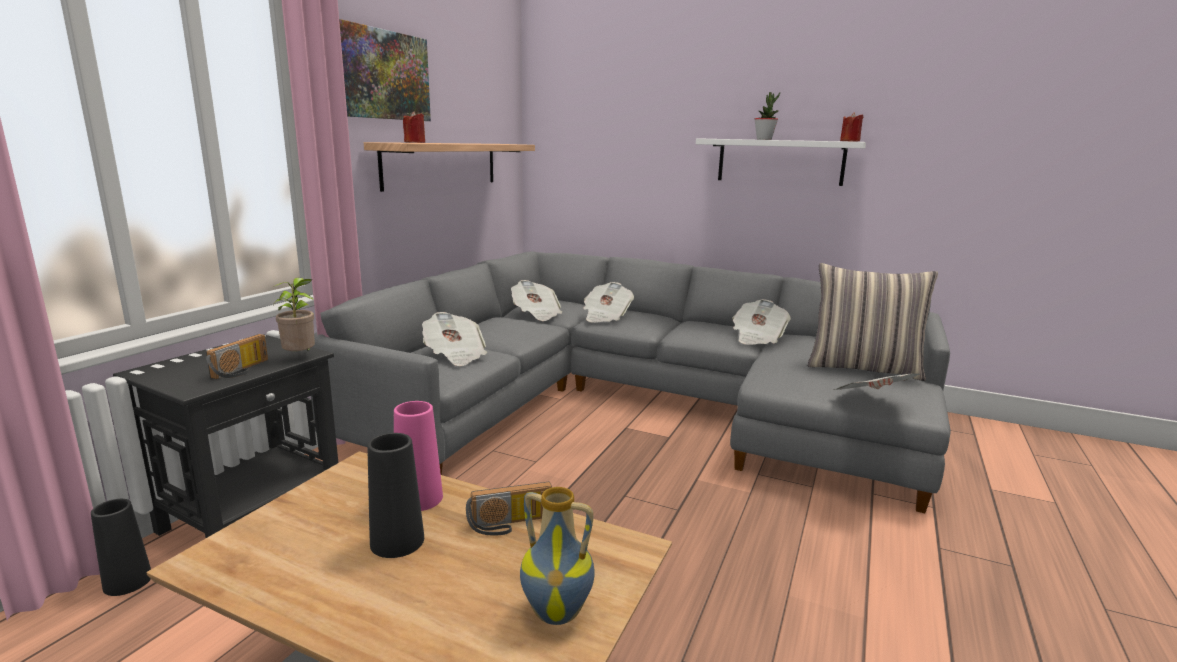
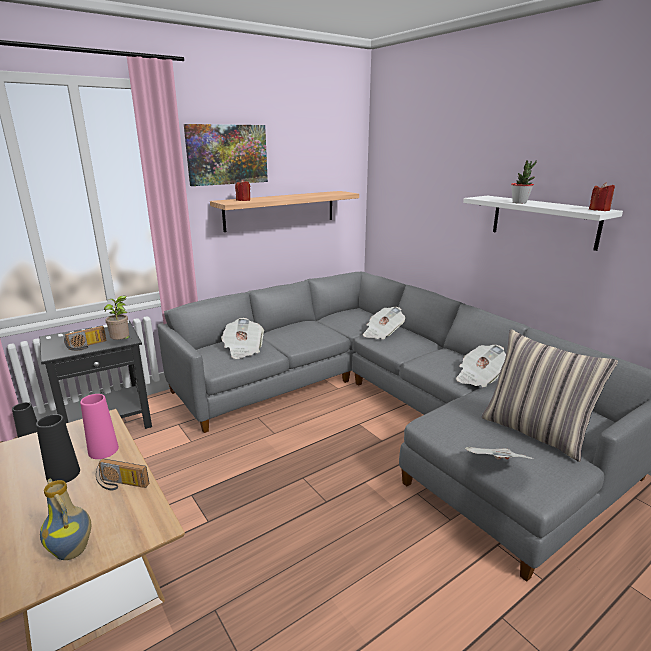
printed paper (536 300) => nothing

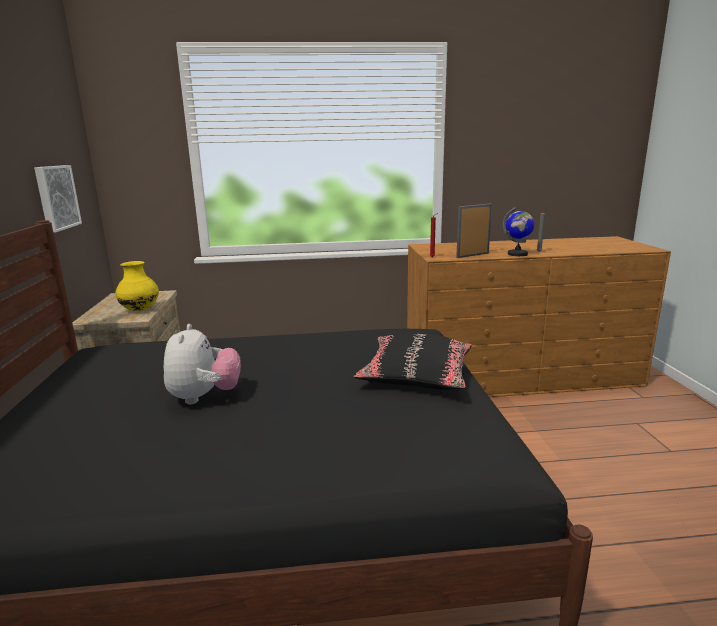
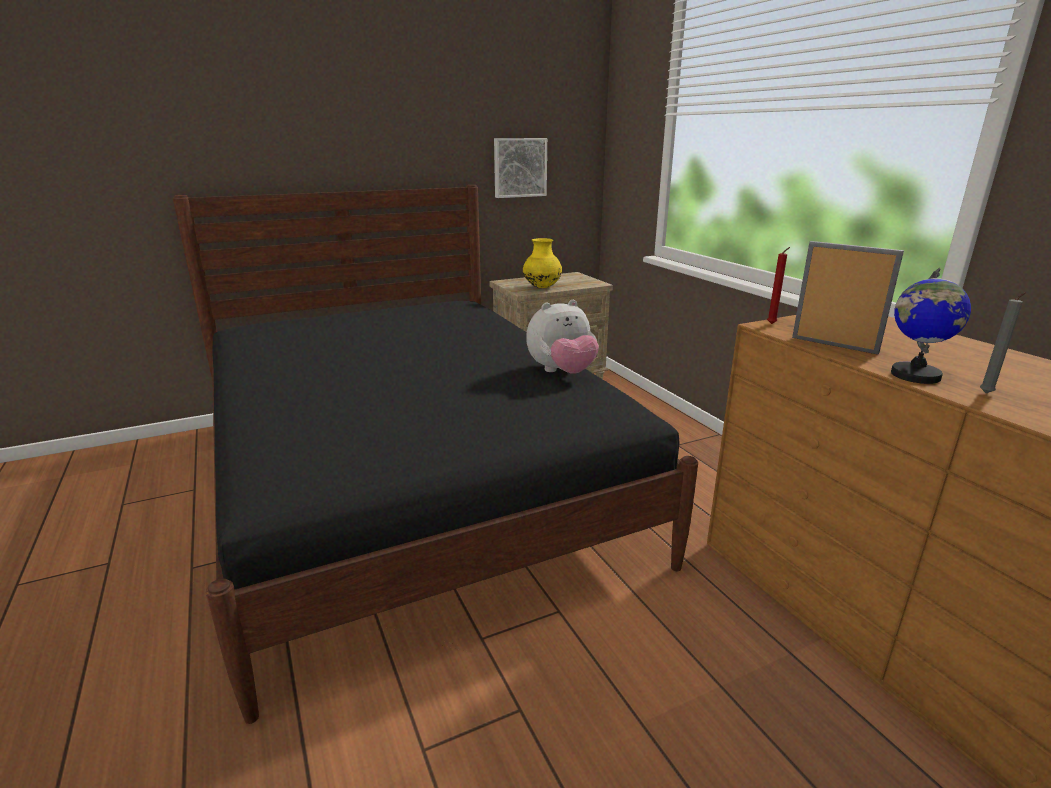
plush toy (202 364) => plush toy (562 337), moved
black-coloured cushion (412 362) => nothing

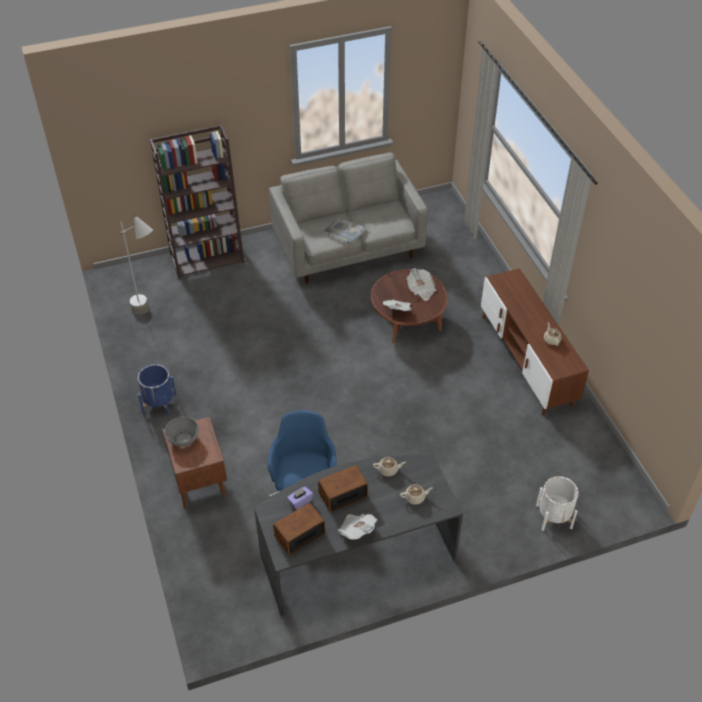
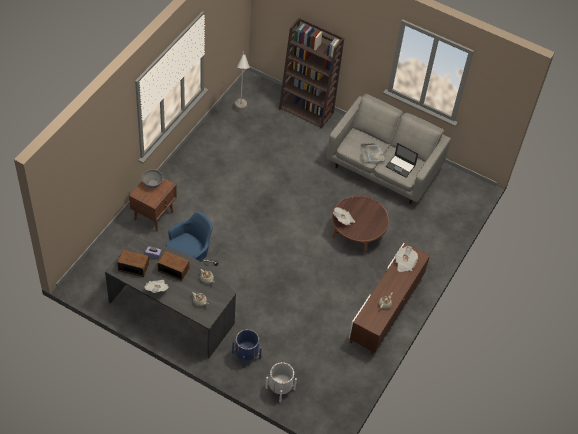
blue-coloured flower pot (157 390) => blue-coloured flower pot (247 348), moved
nothing => portable computer (401 160)
printed paper (421 284) => printed paper (406 259), moved

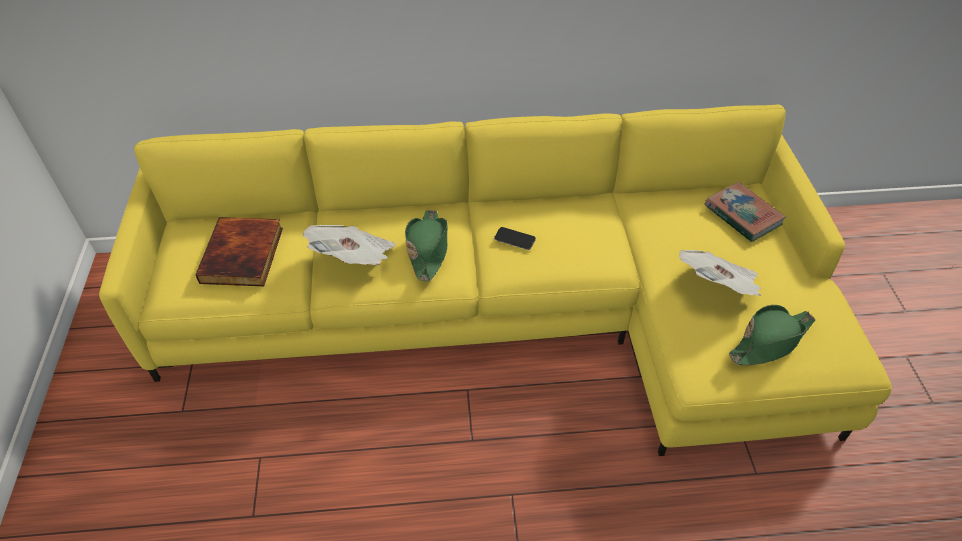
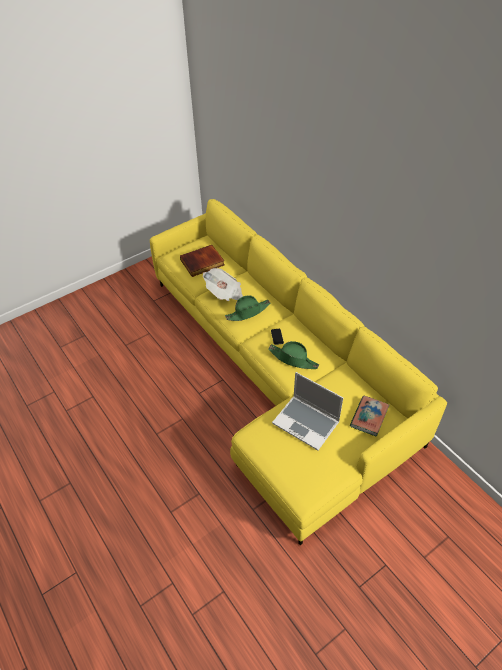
green wearable hat (772 335) => green wearable hat (294 355), moved
printed paper (720 273) => portable computer (307 411)

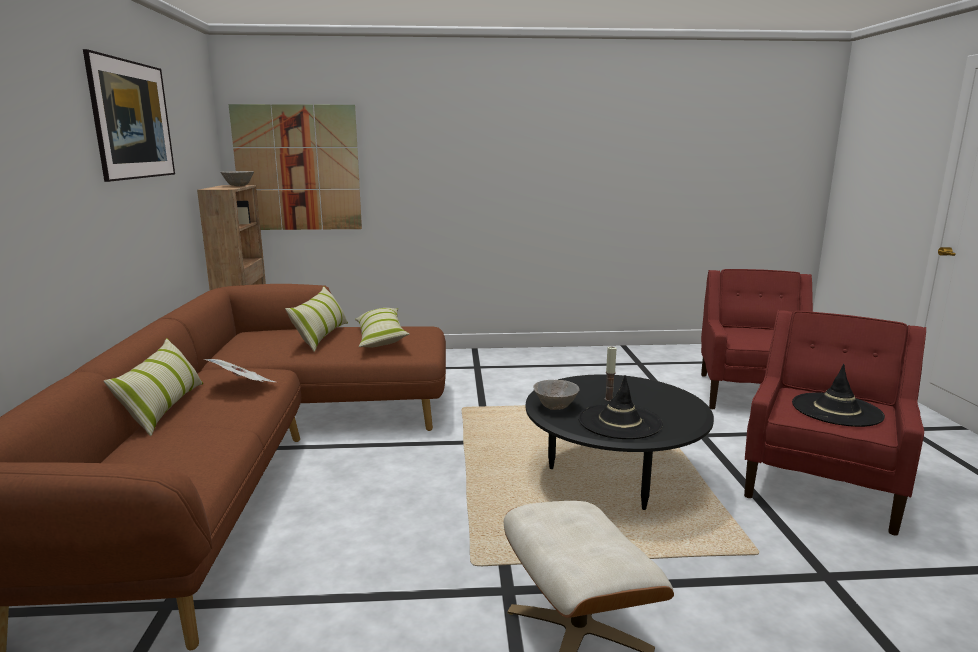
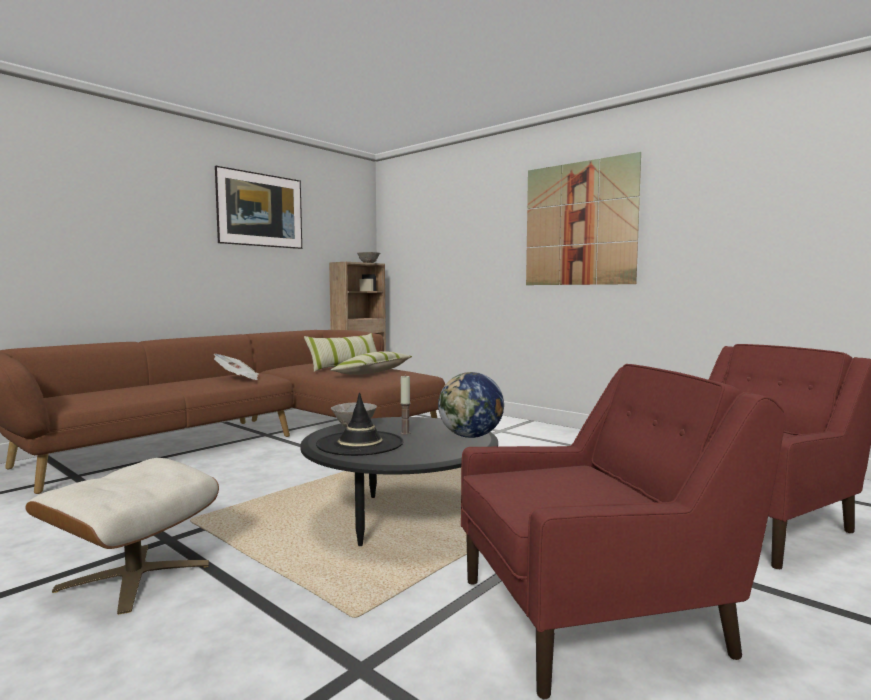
nothing => globe (471 405)
picture (295 167) => picture (583 218), moved
cushion (153 387) => nothing
black-coloured wearable hat (838 395) => nothing

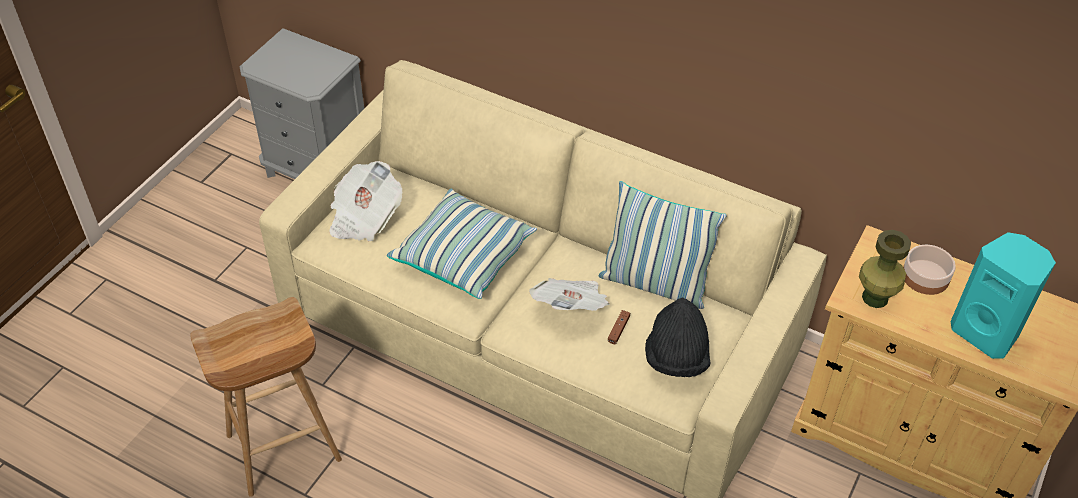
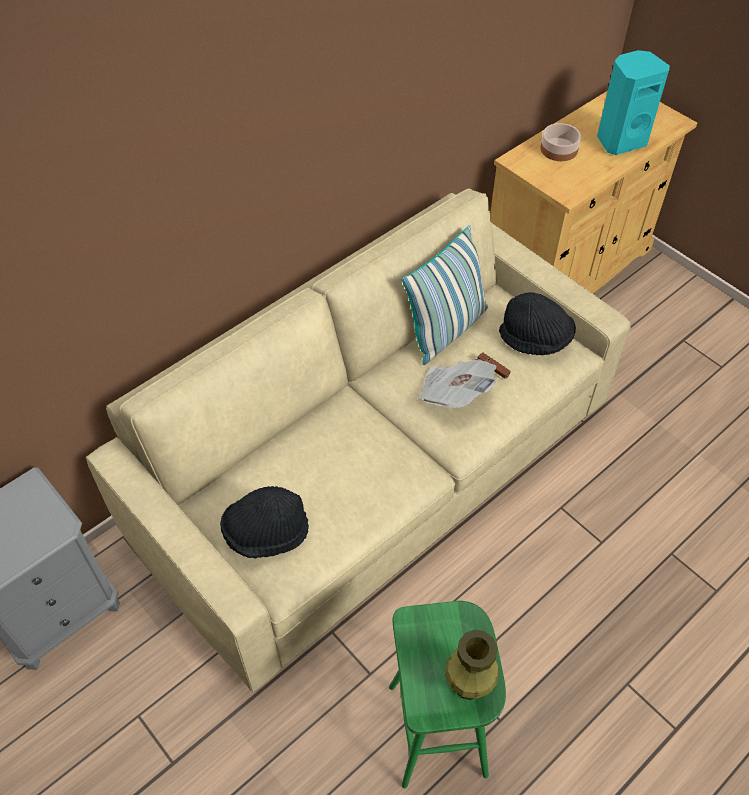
printed paper (365 201) => black-coloured wearable hat (264 522)
brownish sitting stool (266 397) => green sitting stool (447 694)
green vase (885 269) => green vase (472 665), moved
cushion (462 244) => nothing

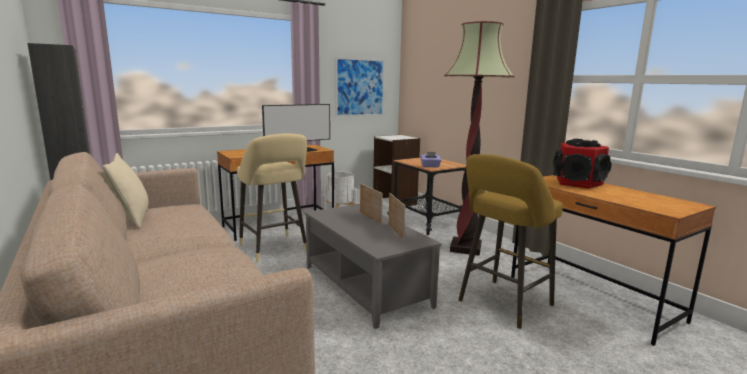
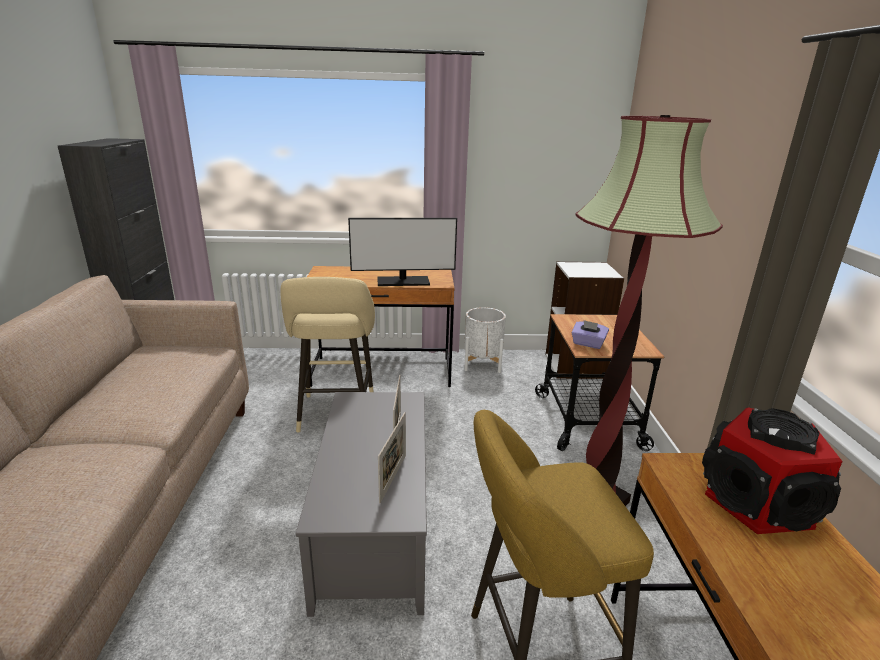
beige cushion (126 190) => nothing
picture (360 87) => nothing

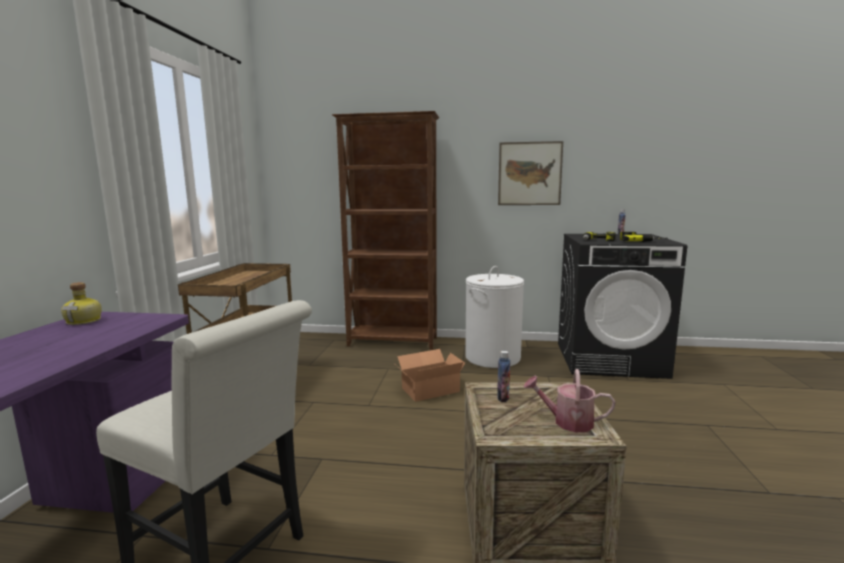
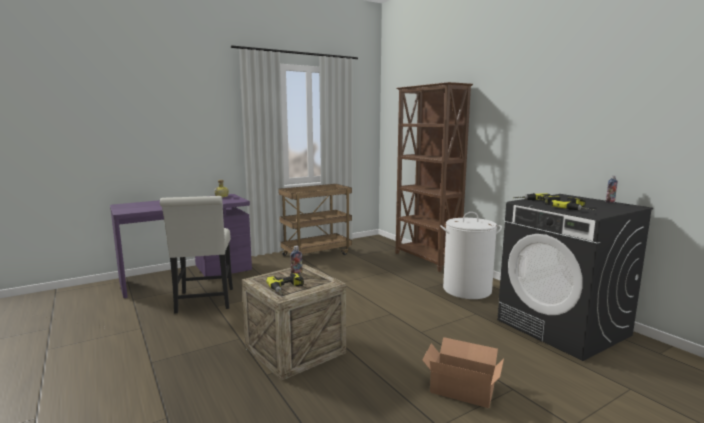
watering pot (569 400) => drill (285 284)
cardboard box (430 375) => cardboard box (463 372), moved
picture (530 173) => nothing

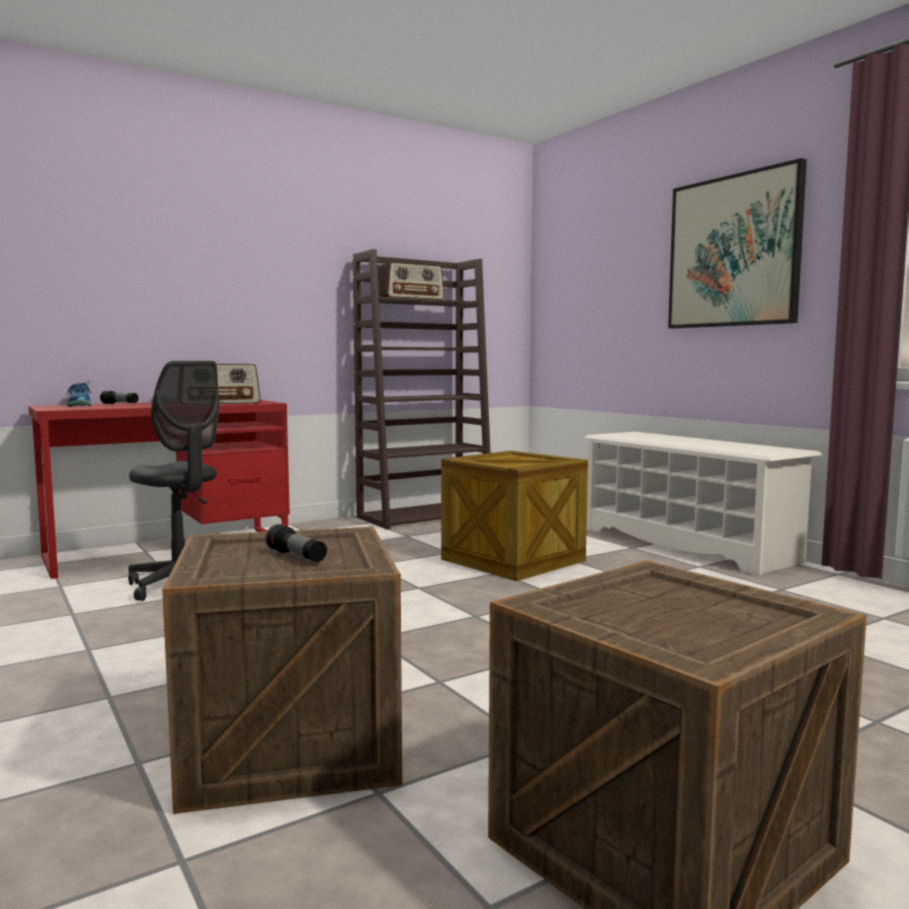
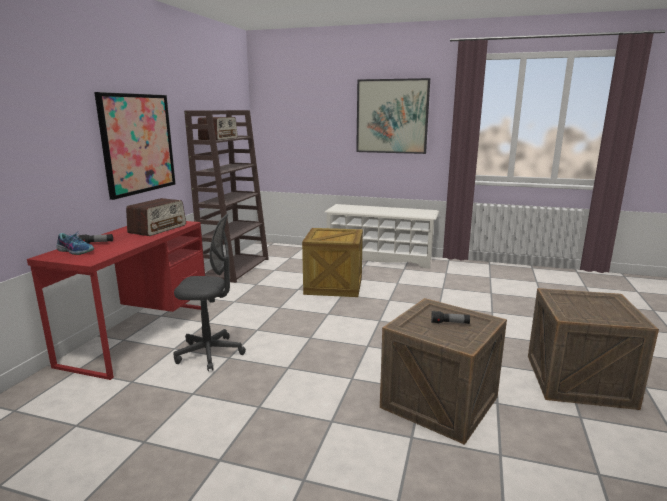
nothing => picture (134 146)

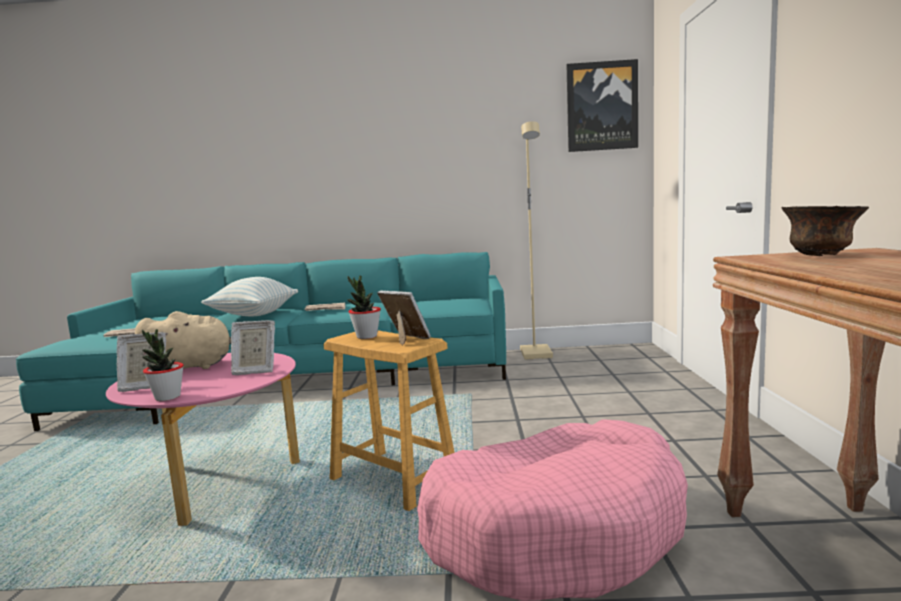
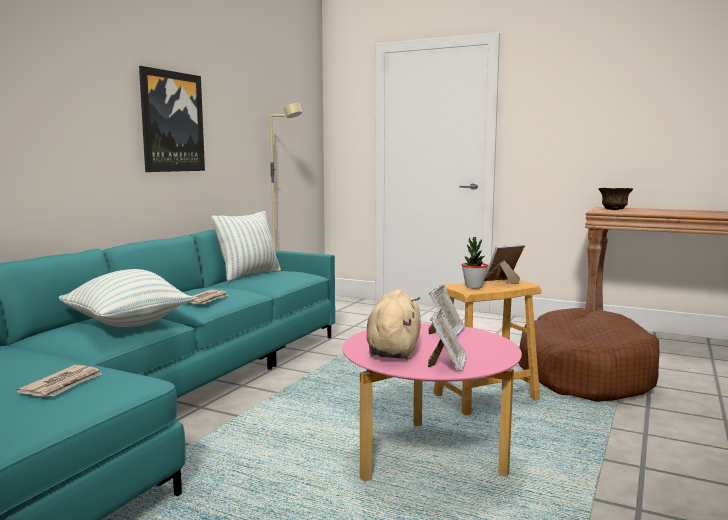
picture (602 105) => picture (172 119), moved
nothing => cushion (246 246)
pinkish pet bed (552 510) => brownish pet bed (588 355)
potted plant (163 365) => nothing

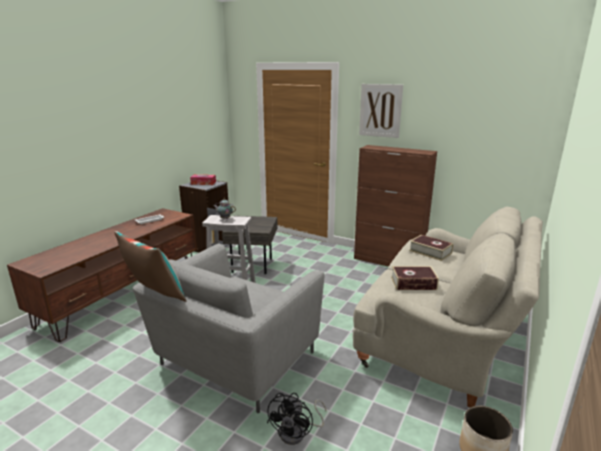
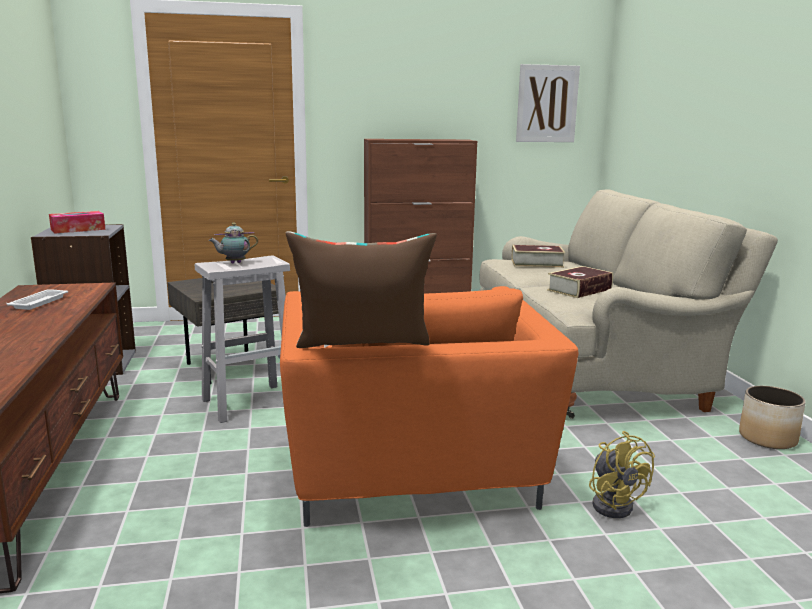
gray armchair (228 328) => orangey armchair (429 406)
picture (381 111) => picture (548 103), moved
black-coloured electric fan (296 419) => yellowish electric fan (622 474)

